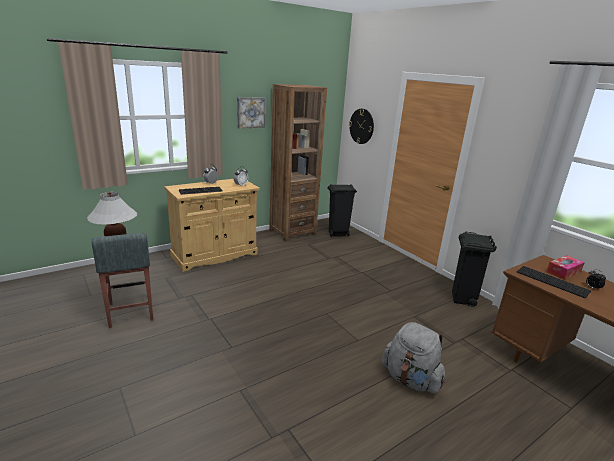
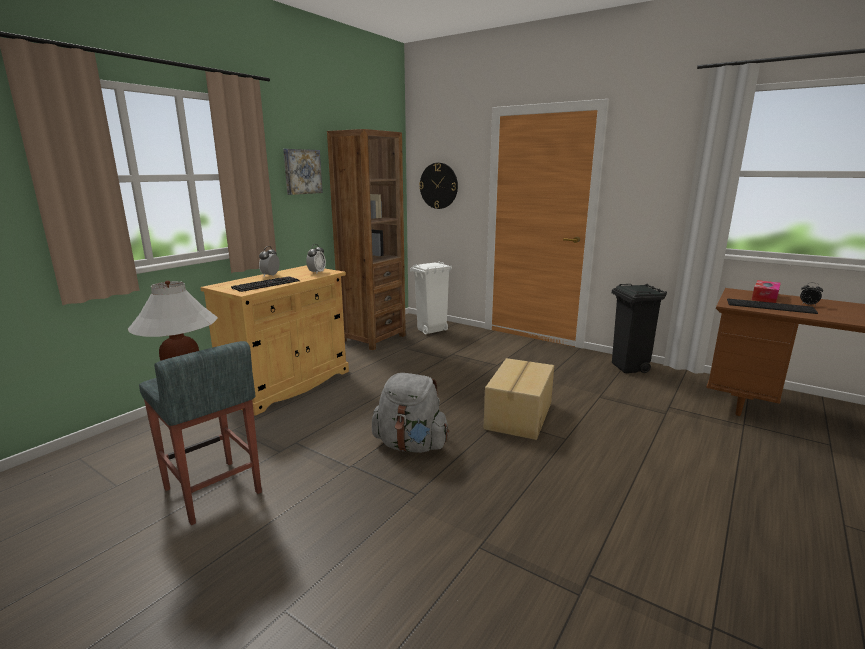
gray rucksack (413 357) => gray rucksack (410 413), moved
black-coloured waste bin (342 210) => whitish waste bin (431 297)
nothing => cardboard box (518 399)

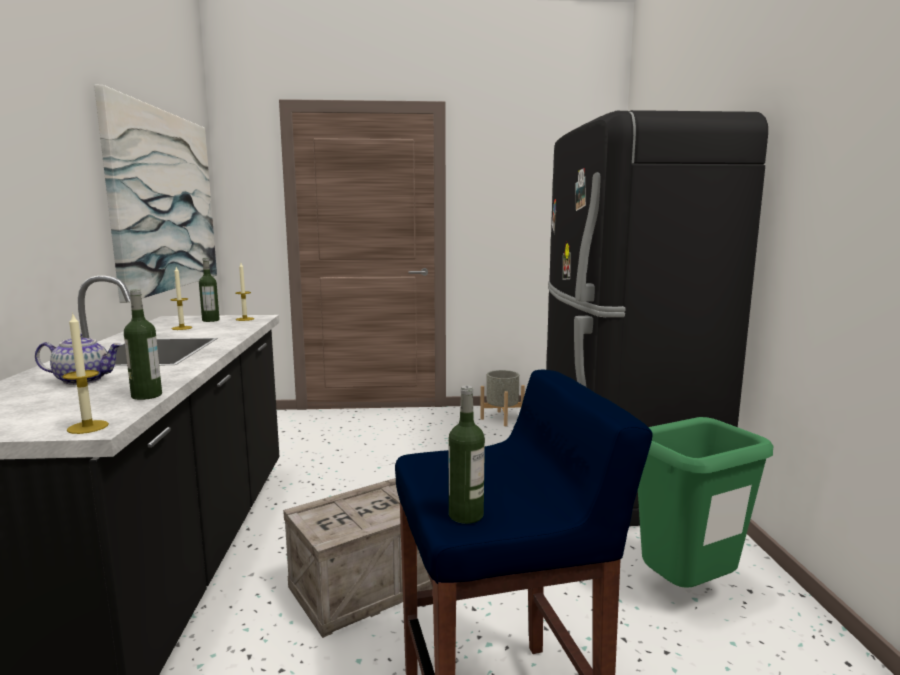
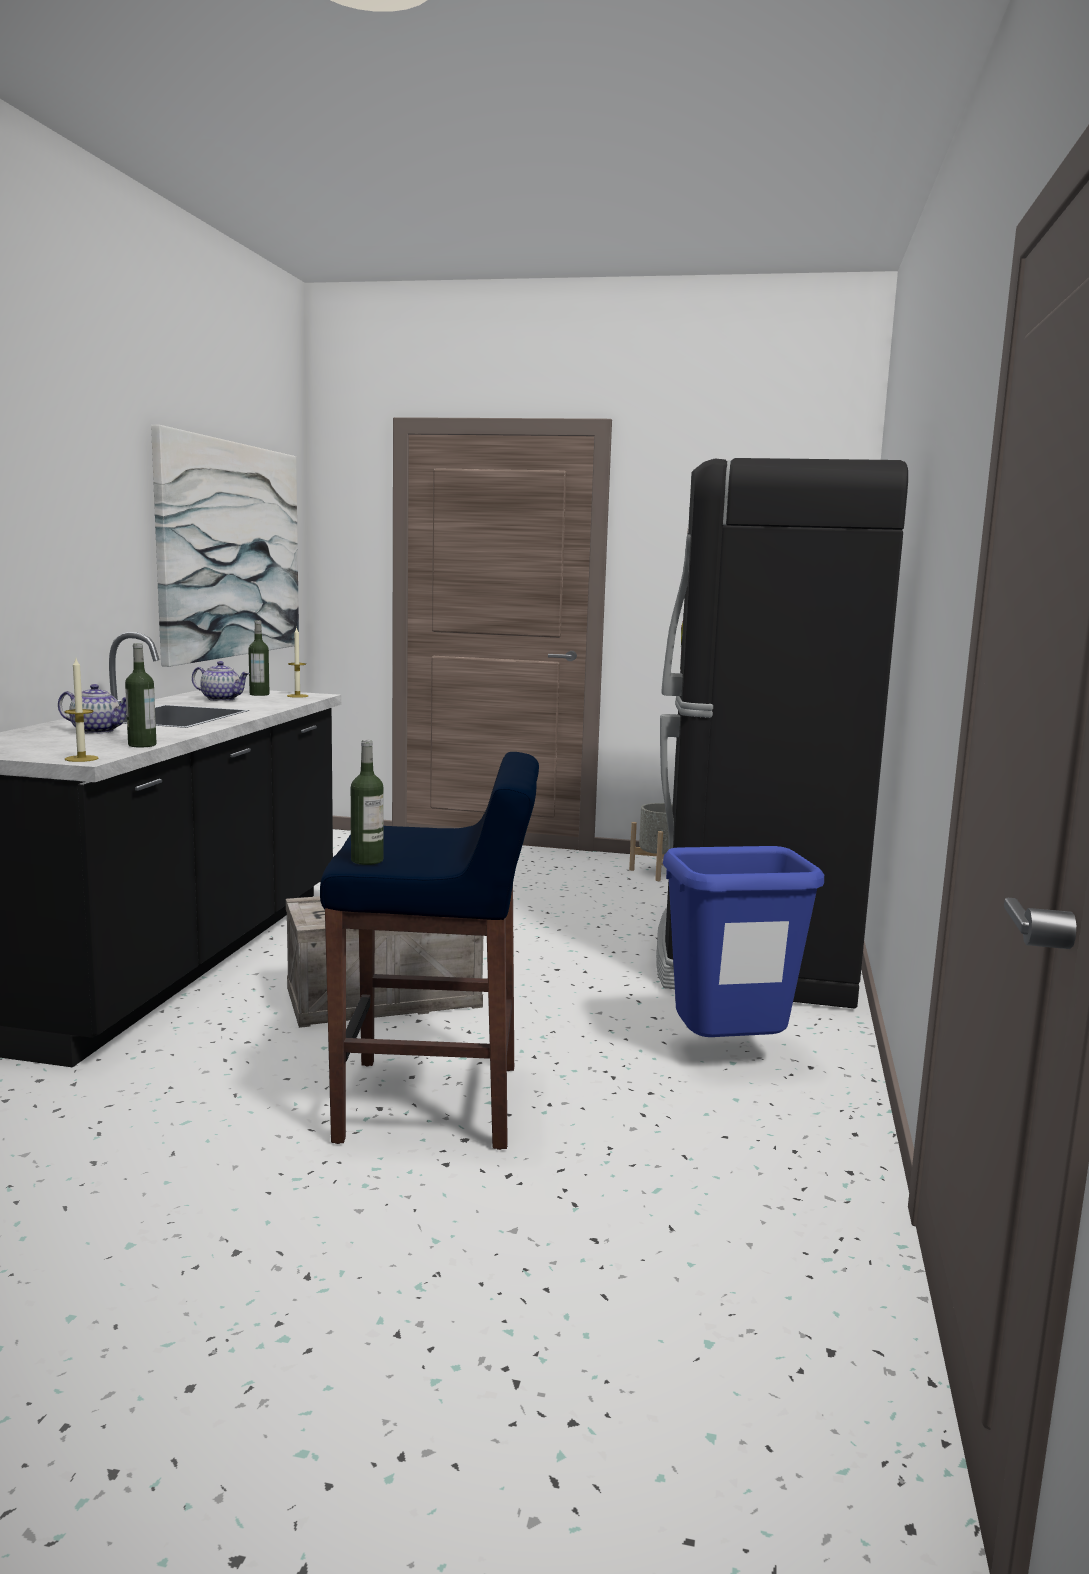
wax candle (181 298) => teapot (221 681)
green waste bin (705 502) => blue-coloured waste bin (743 941)

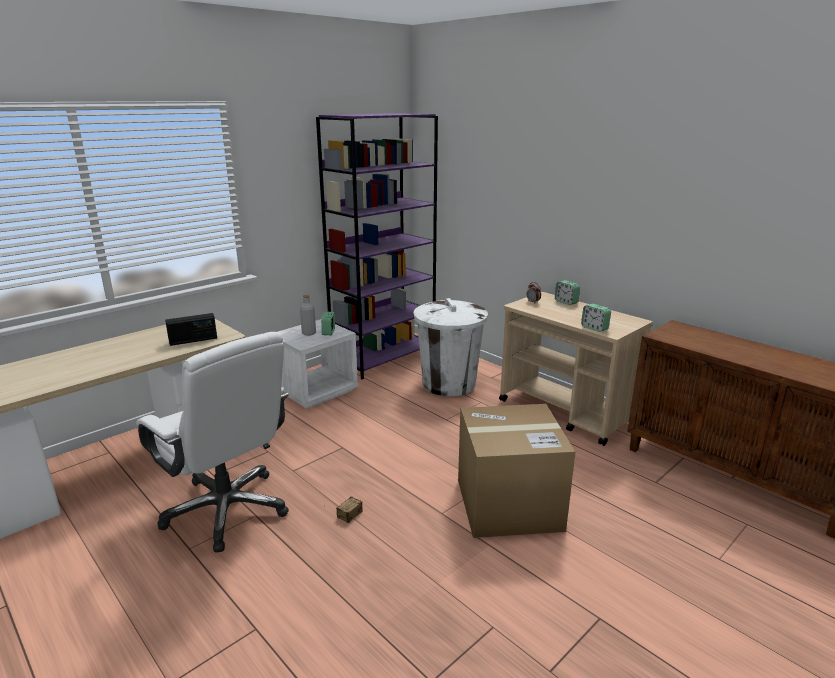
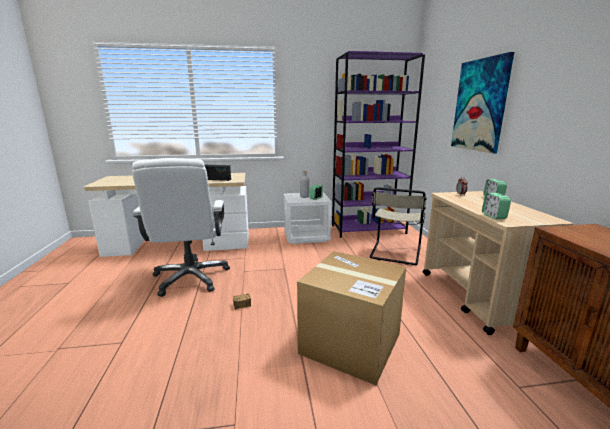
whitish waste bin (451 347) => beige upright chair (398 226)
nothing => picture (482 103)

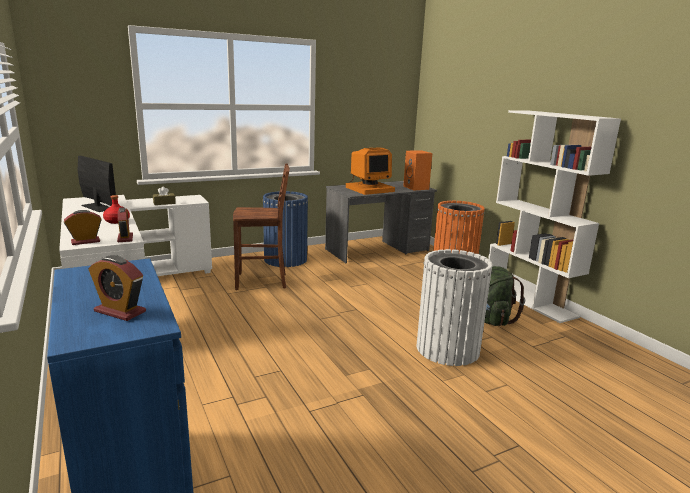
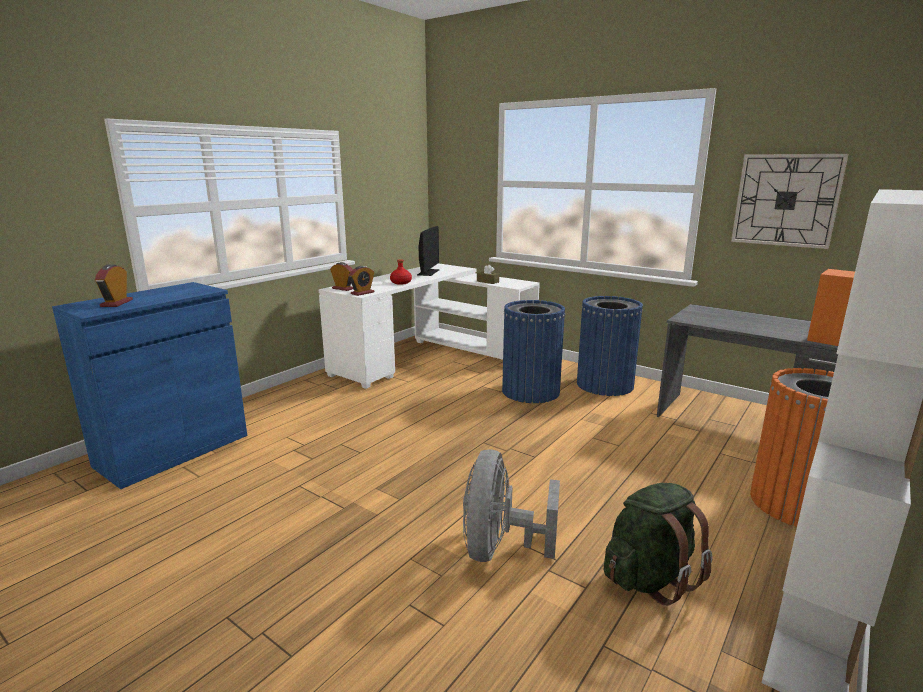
whitish waste bin (454 307) => gray electric fan (511 505)
brownish upright chair (261 226) => blue-coloured waste bin (533 351)
nothing => clock on the wall (789 201)
computer screen (370 171) => nothing

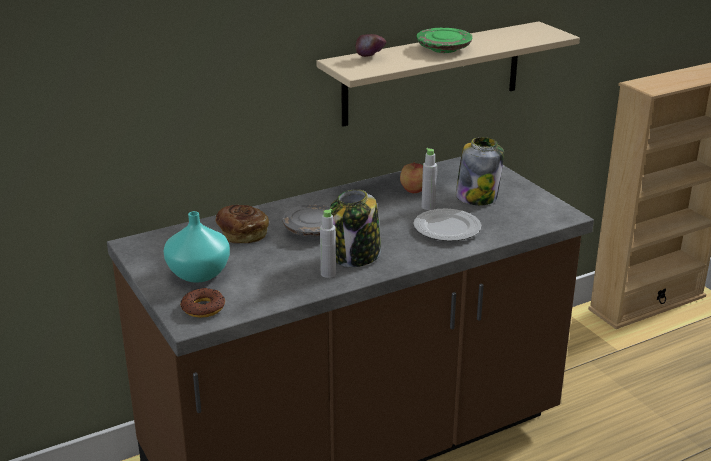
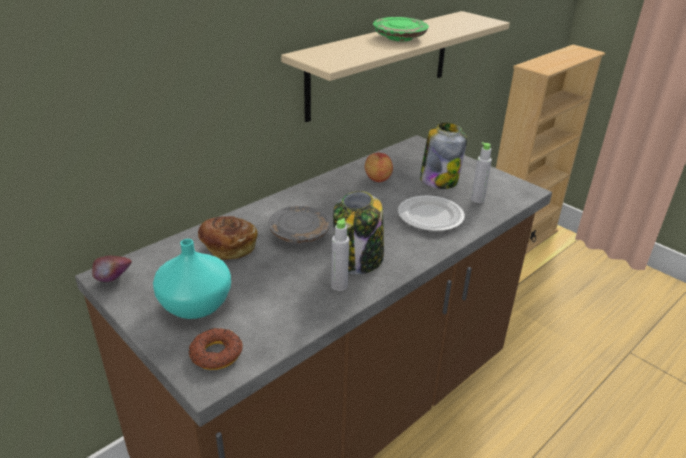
apple (370 45) => apple (112 269), moved
gray bottle (429 179) => gray bottle (481 172), moved

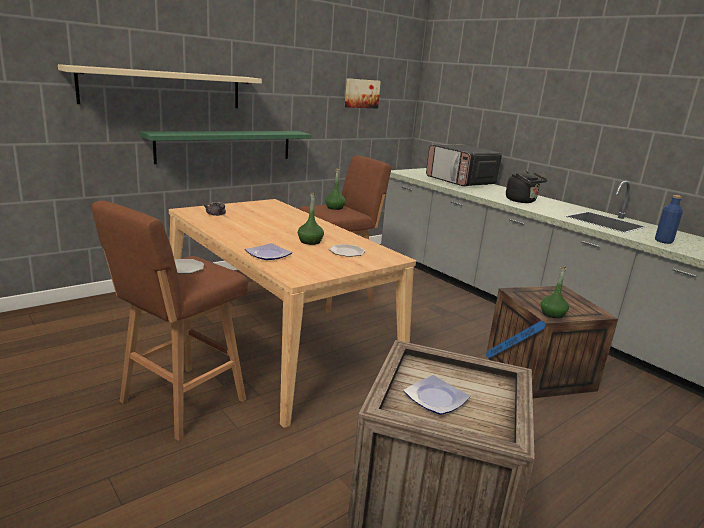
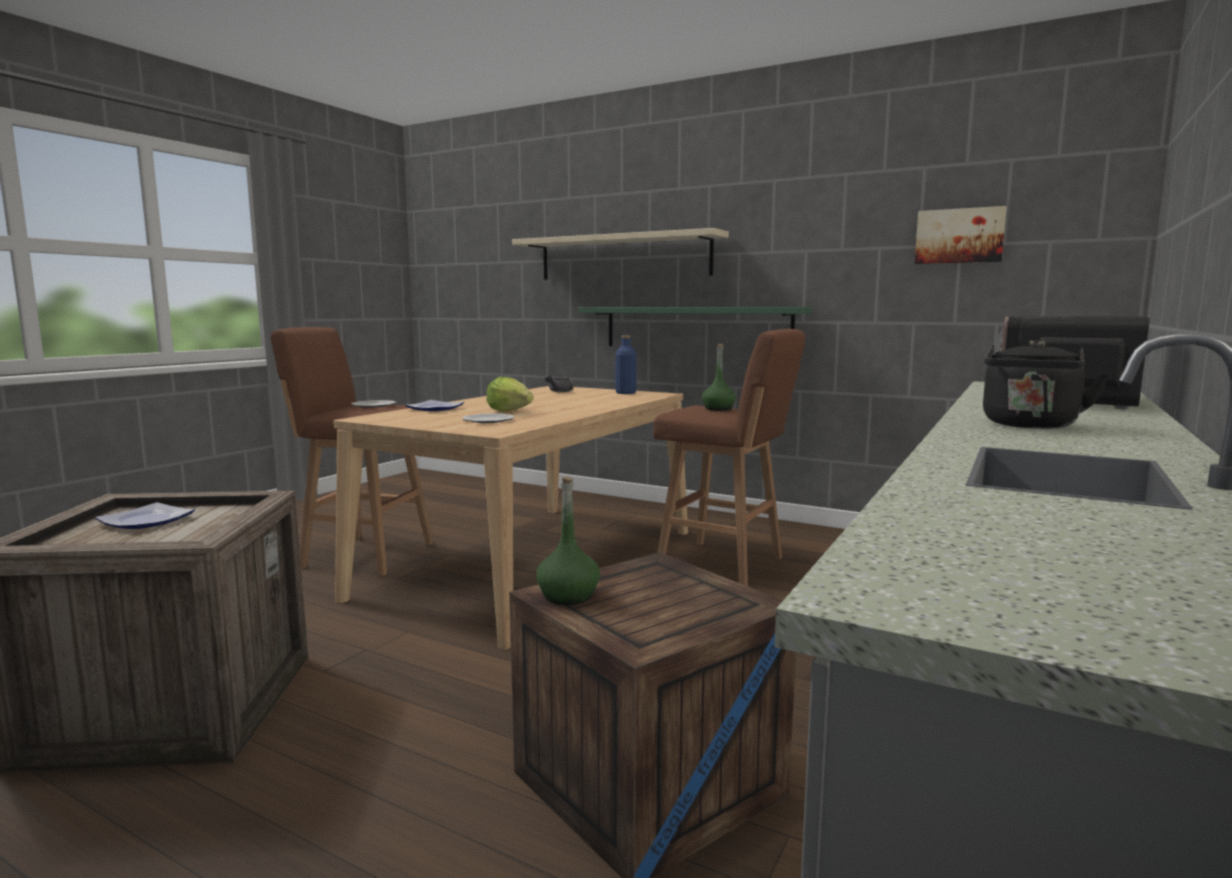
green bottle (311 219) => lettuce head (509 394)
blue-coloured bottle (669 219) => blue-coloured bottle (626 364), moved

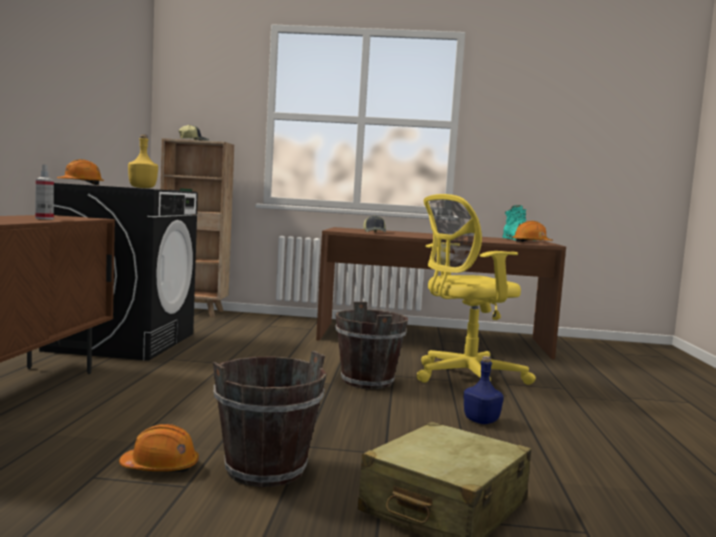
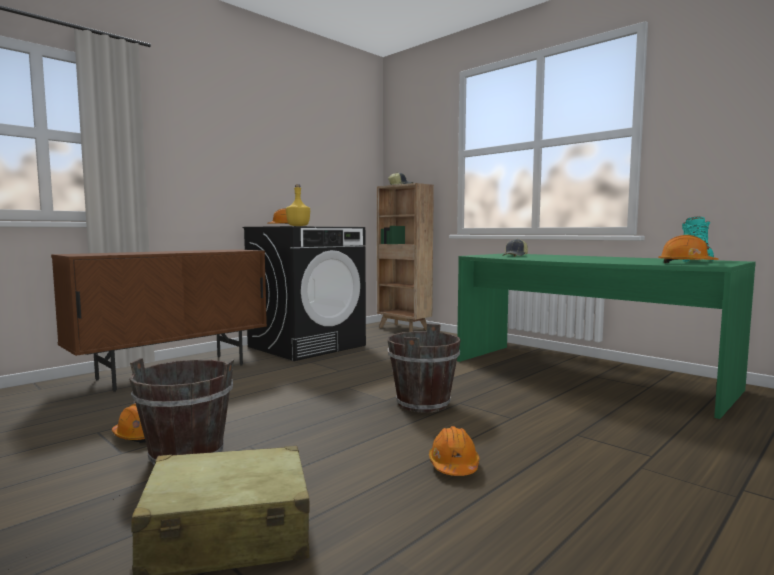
blue-coloured bottle (484 390) => orangey work helmet (454 451)
brownish desk unit (441 293) => green desk unit (606 336)
hand sprayer (44 191) => nothing
yellowish computer chair (476 289) => nothing

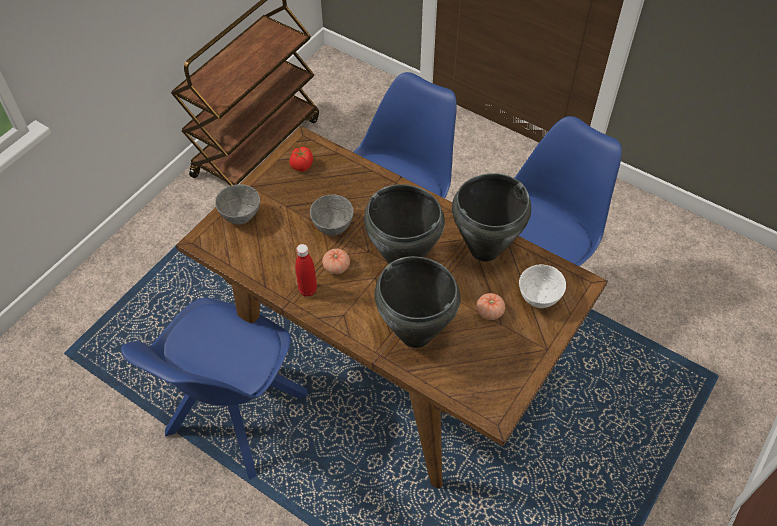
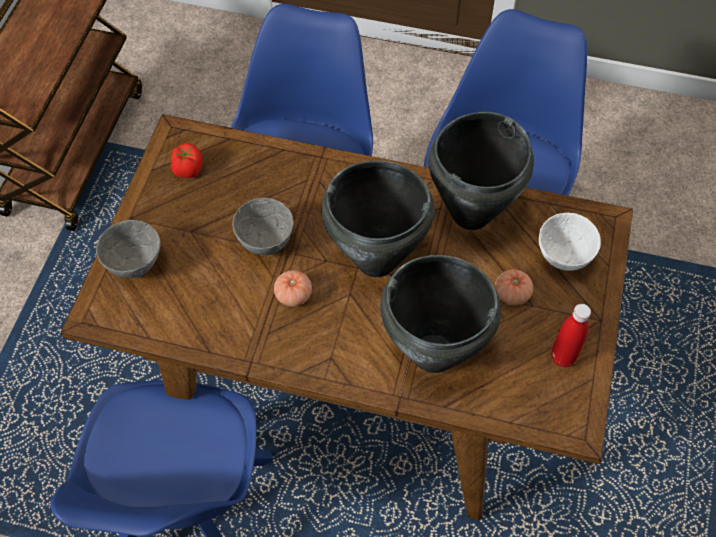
reddish bottle (306 270) => reddish bottle (571 335), moved

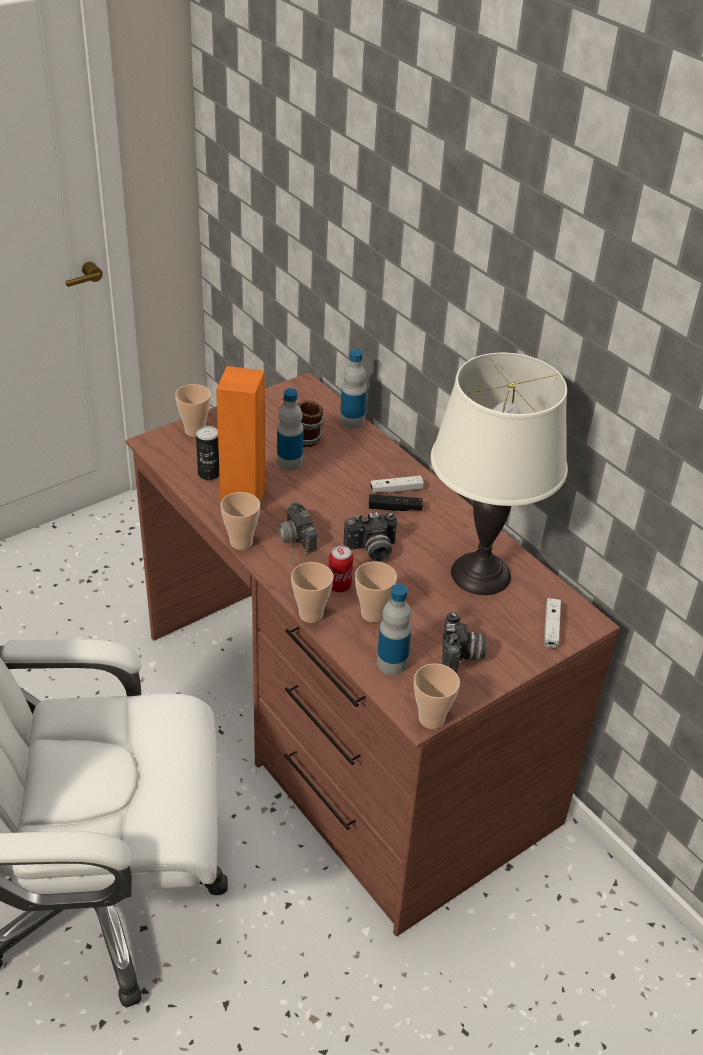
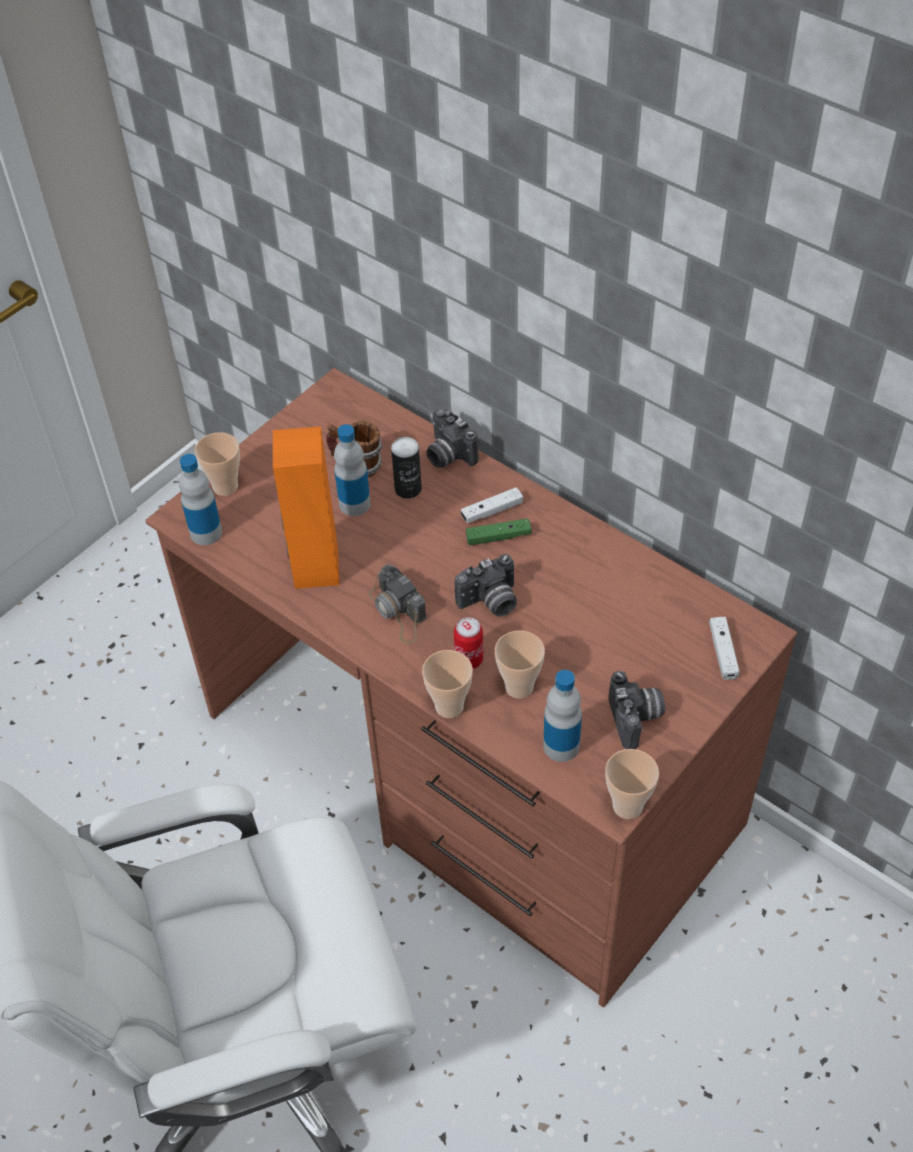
bottle (353 389) => bottle (200 499), moved
sealed can (207 453) => sealed can (406 468), moved
nothing => photo camera (452 438)
black-coloured gamepad (396 502) => green gamepad (499 531)
drinking cup (240 521) => nothing
whitish tabletop lamp (499 474) => nothing

